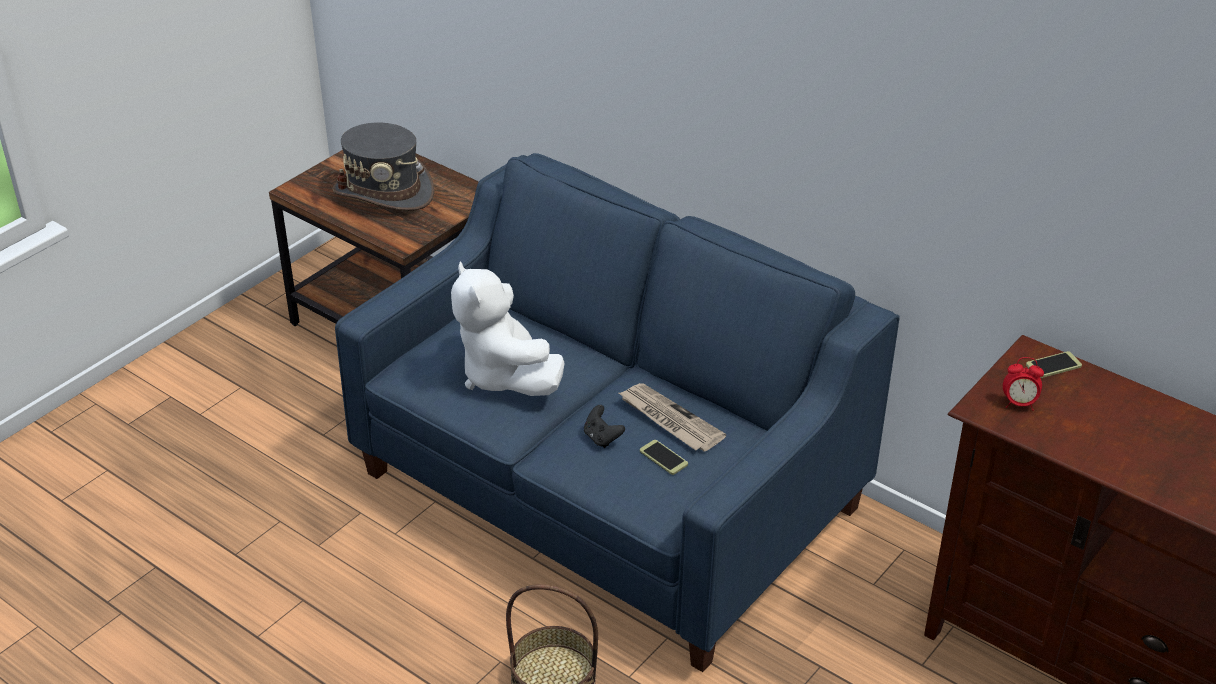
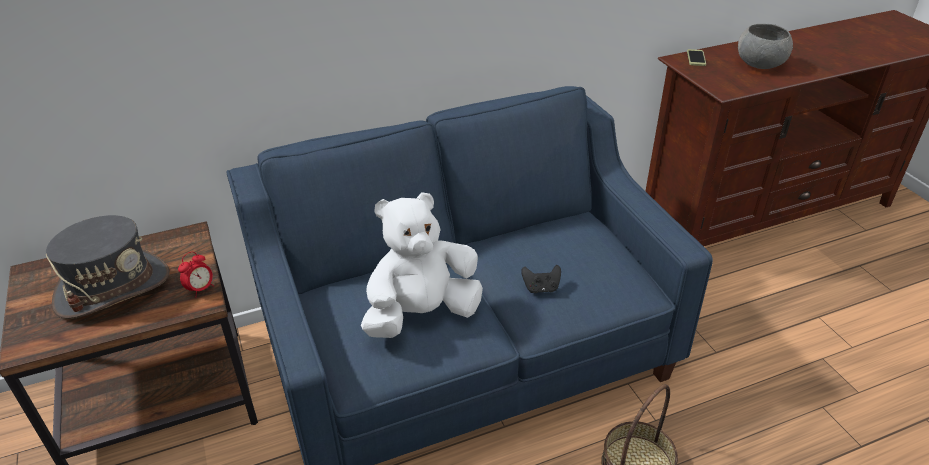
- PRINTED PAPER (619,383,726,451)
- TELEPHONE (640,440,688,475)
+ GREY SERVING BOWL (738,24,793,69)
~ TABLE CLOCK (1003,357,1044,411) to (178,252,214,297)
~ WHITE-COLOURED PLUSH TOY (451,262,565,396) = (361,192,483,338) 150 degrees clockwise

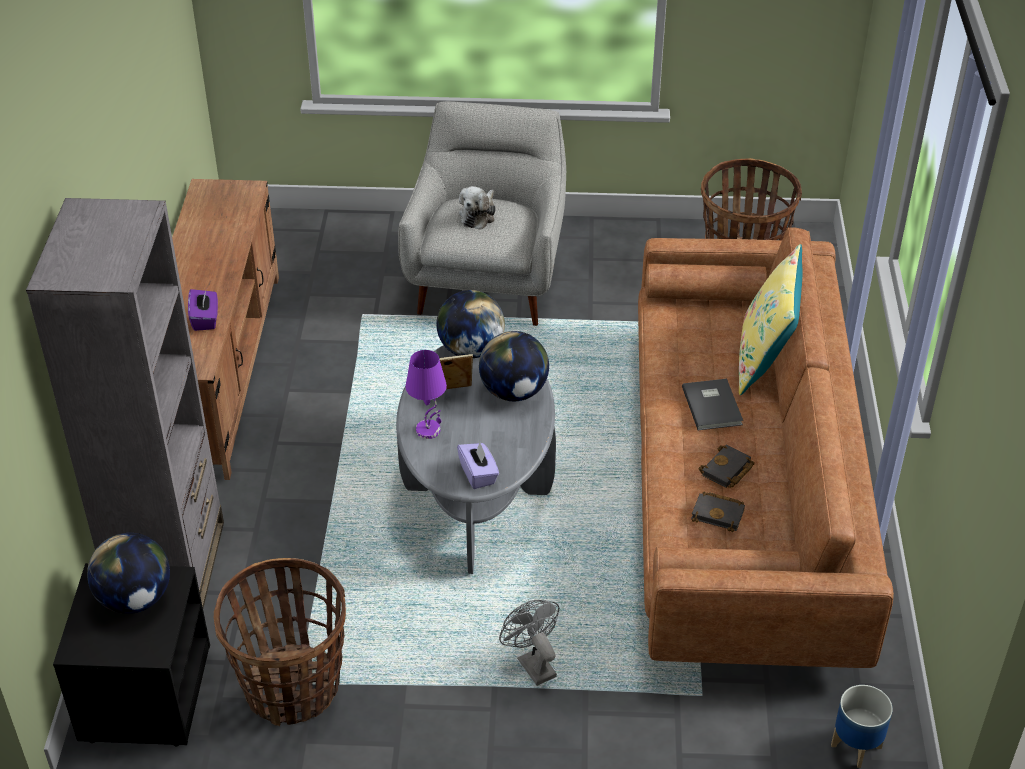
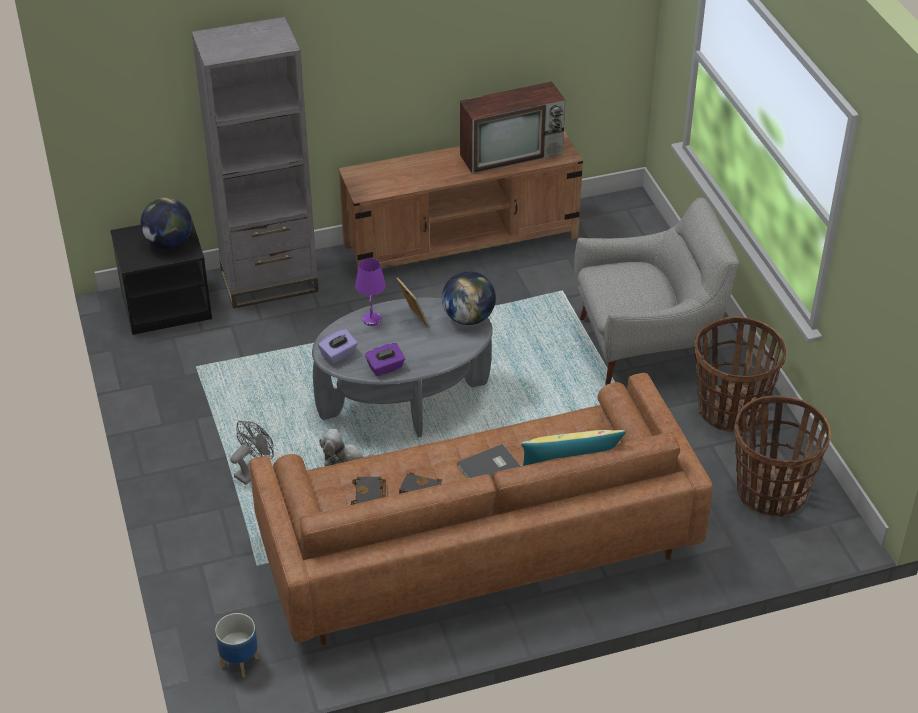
- GLOBE (479,331,549,401)
+ TV SET (460,82,565,174)
~ PURPLE-COLOURED TISSUE BOX (188,289,218,331) to (365,343,405,376)
~ BASKET (214,558,346,726) to (694,316,786,432)
~ PLUSH TOY (459,186,496,229) to (319,429,375,466)

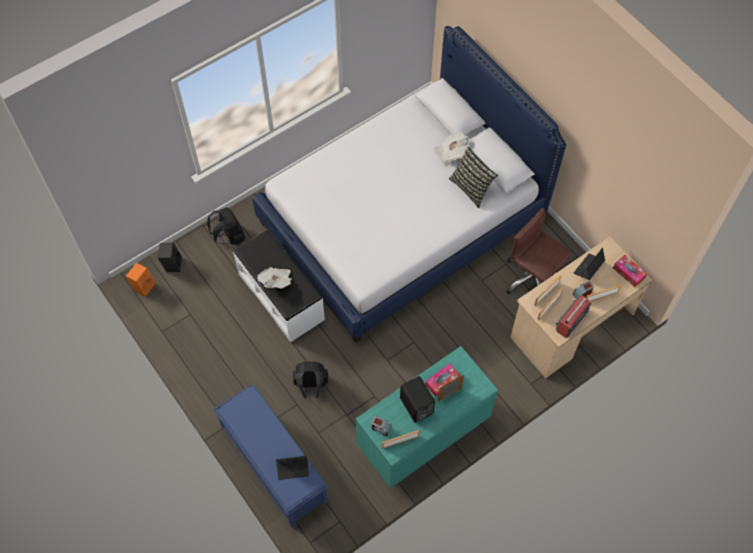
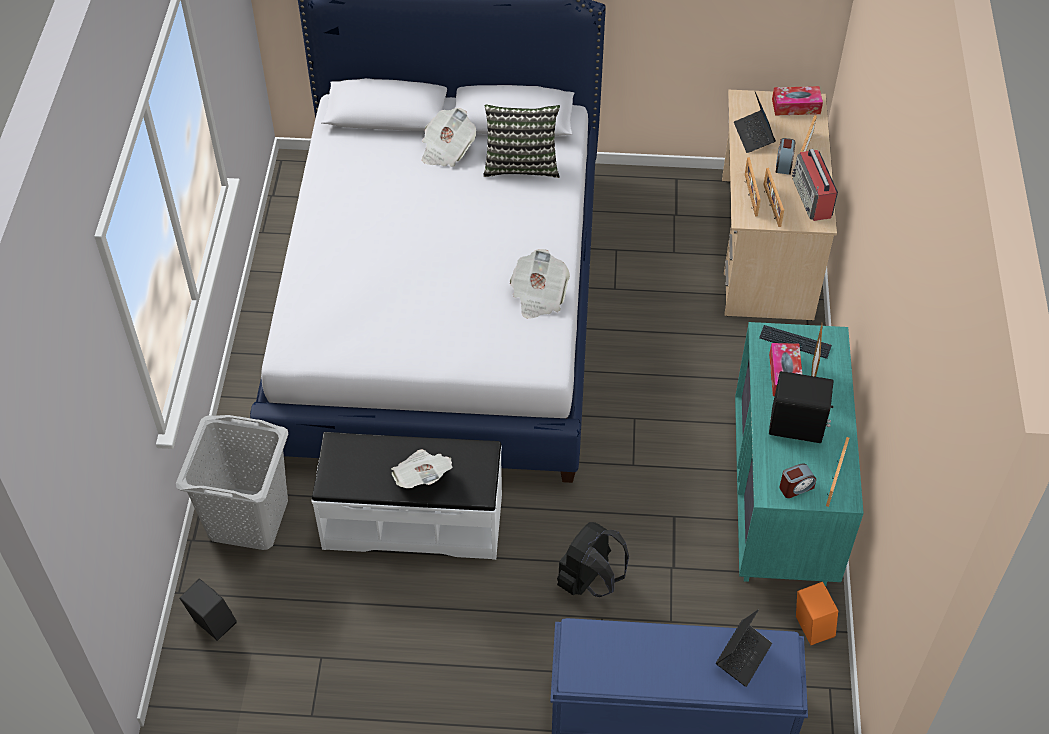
- BROWNISH DESK CHAIR (506,208,572,294)
+ PRINTED PAPER (510,249,570,319)
+ PC KEYBOARD (759,325,832,359)
~ ORANGE-COLOURED LOUDSPEAKER (126,263,155,297) to (796,582,838,645)
~ BLACK BACKPACK (207,207,245,245) to GREY HAMPER (176,415,288,550)

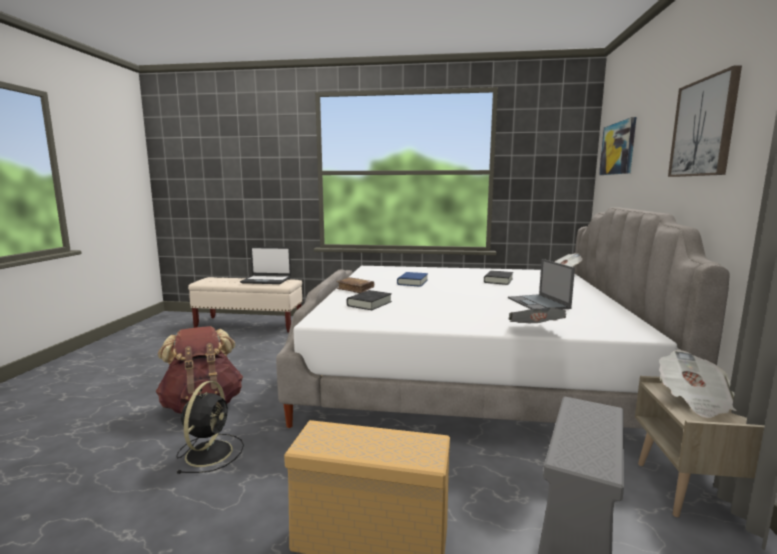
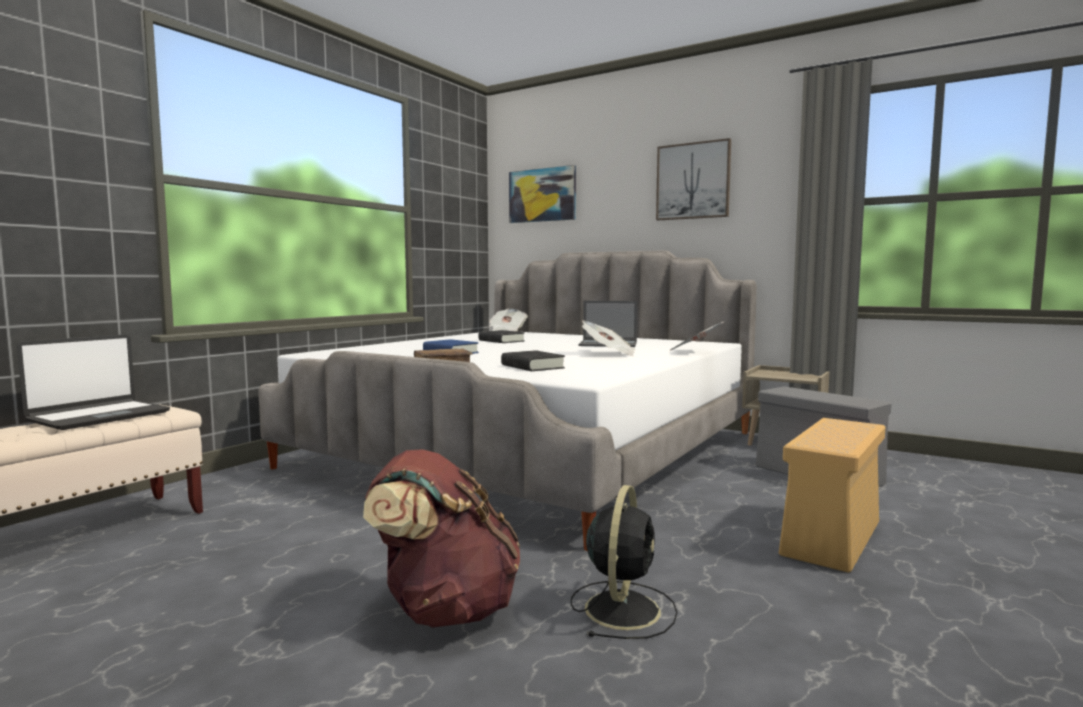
~ PRINTED PAPER (659,350,736,418) to (582,320,635,356)
~ BLACK FAN (176,381,244,474) = (571,485,677,639) 75 degrees clockwise

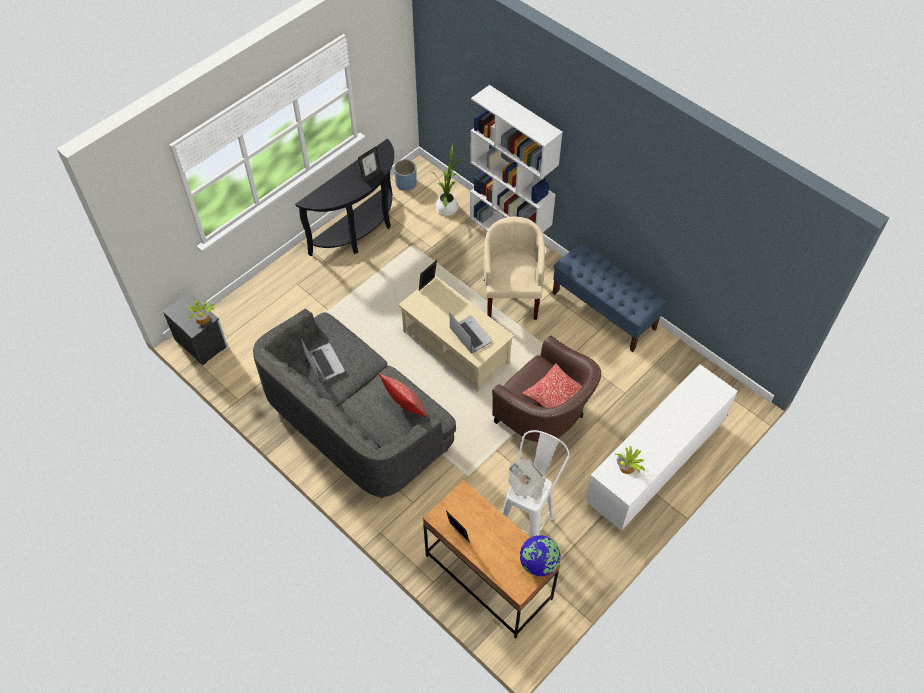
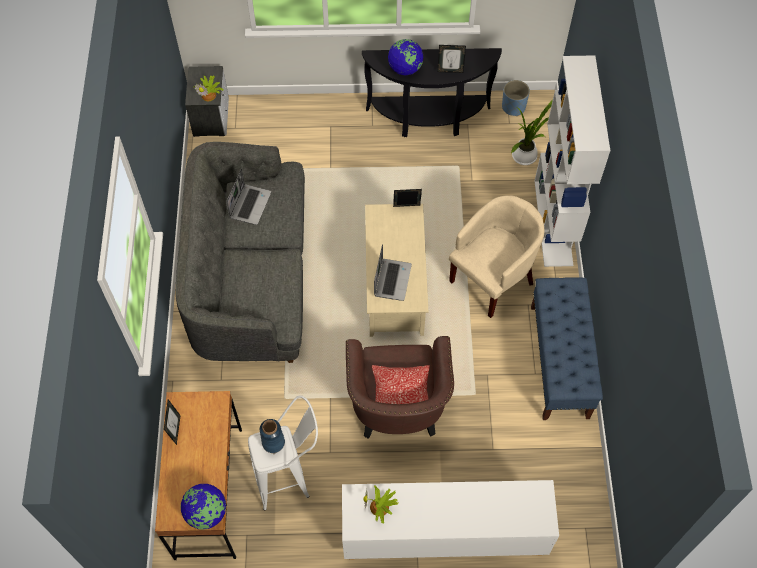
- CUSHION (378,373,428,418)
+ GLOBE (388,39,423,75)
~ PRINTED PAPER (508,459,546,501) to BLUE-COLOURED VASE (260,419,285,453)

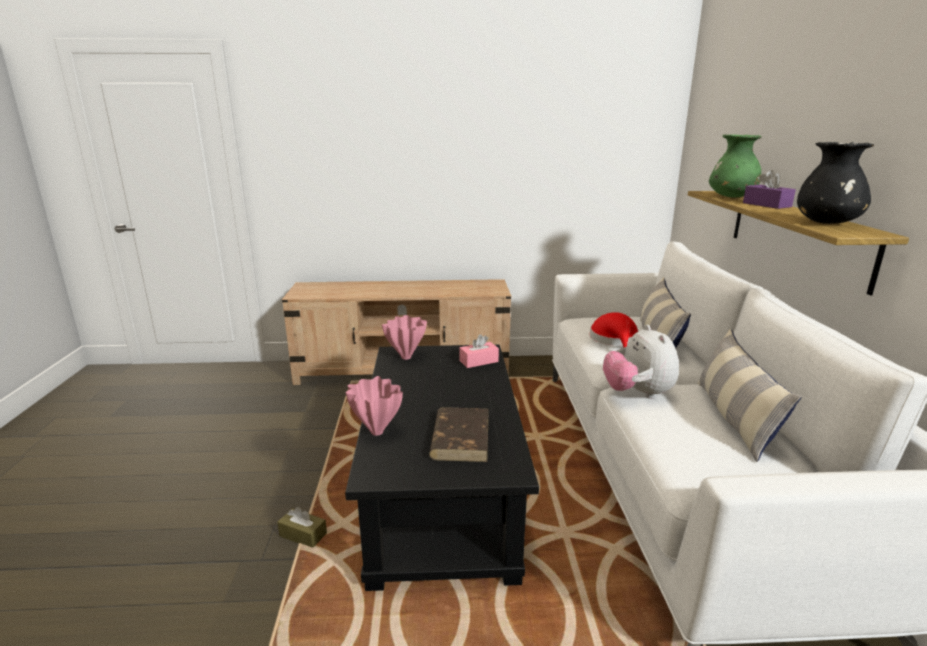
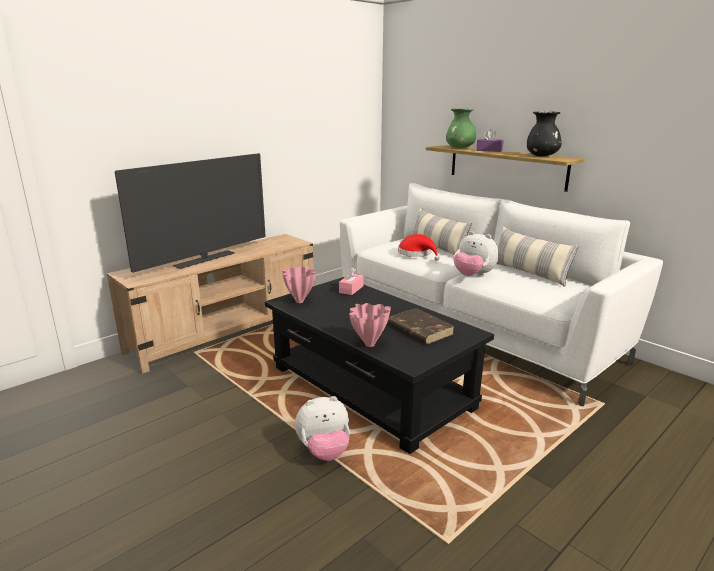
+ TV SET (115,153,266,273)
~ BROWNISH TISSUE BOX (277,507,327,548) to PLUSH TOY (295,396,350,461)

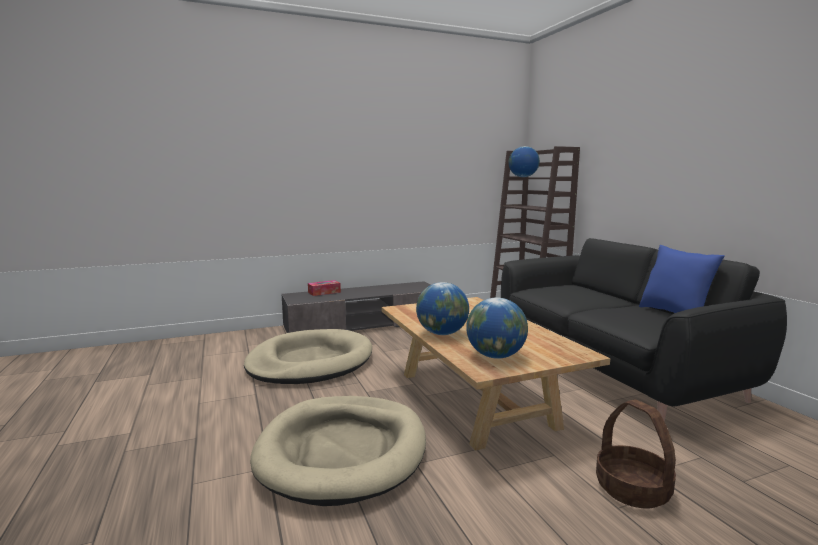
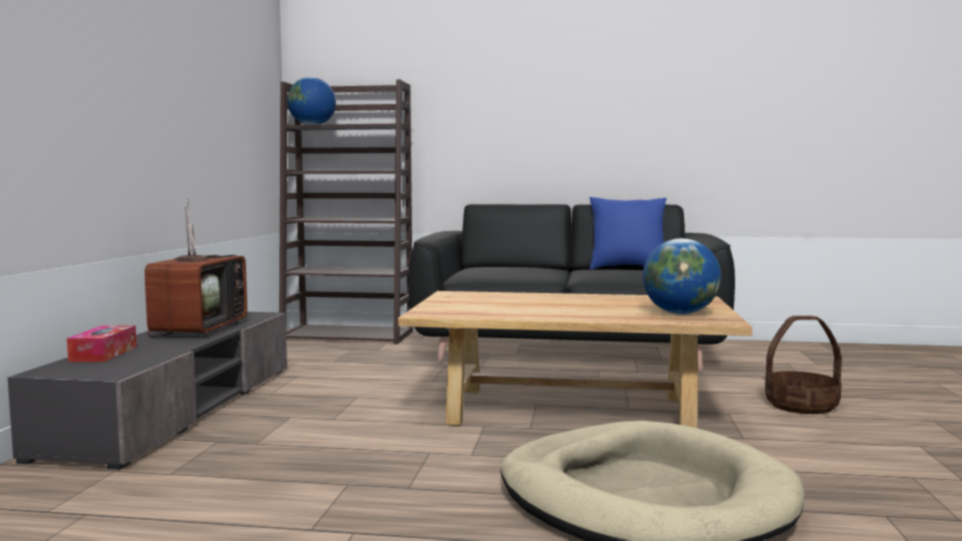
- BEIGE PET BED (244,329,372,384)
- GLOBE (416,282,469,335)
+ TV SET (144,197,247,337)

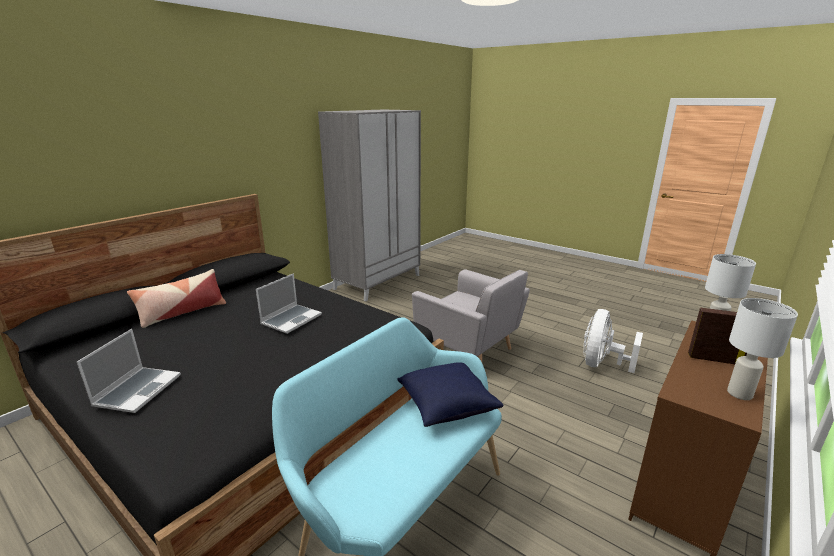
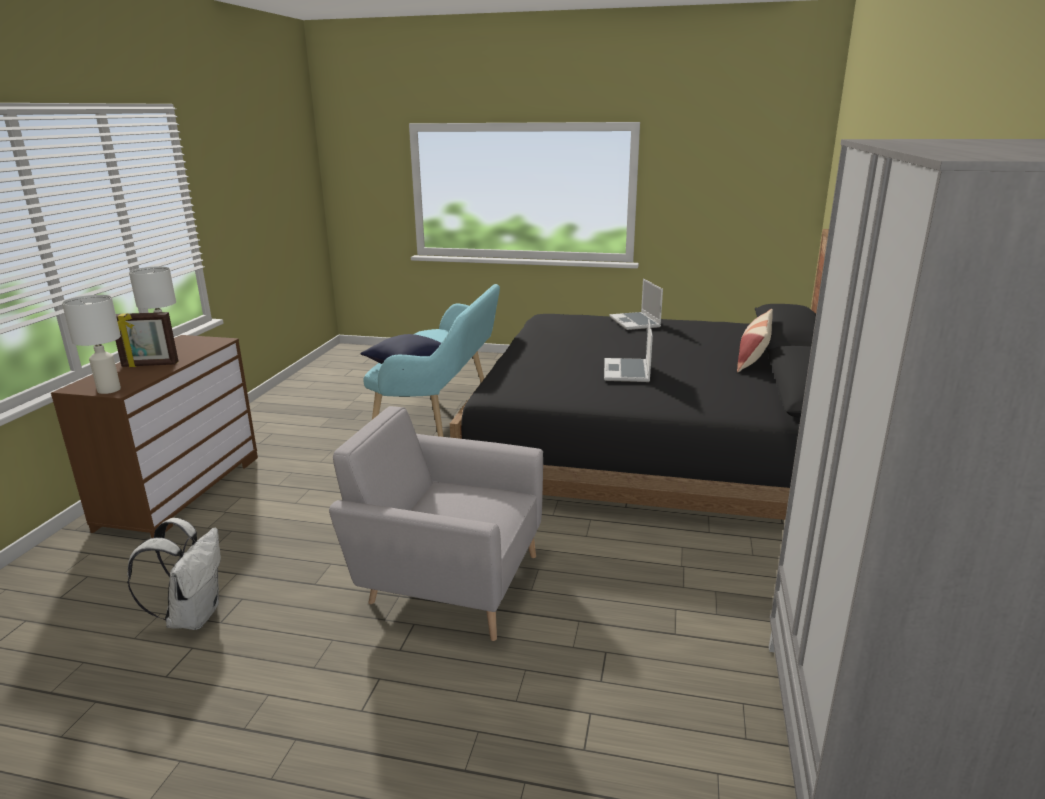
~ WHITE-COLOURED FAN (583,309,643,373) to WHITE-COLOURED BACKPACK (127,518,221,630)

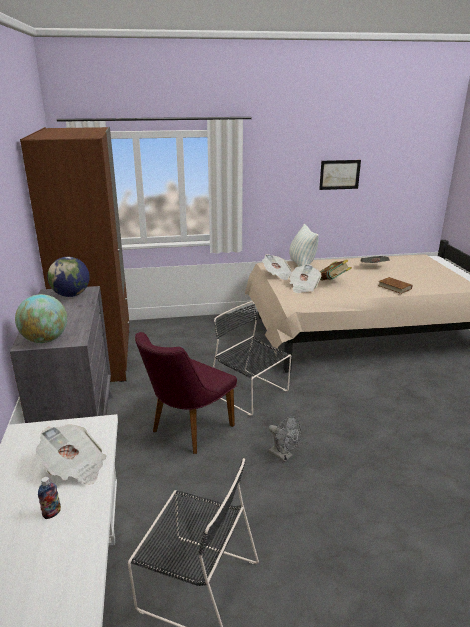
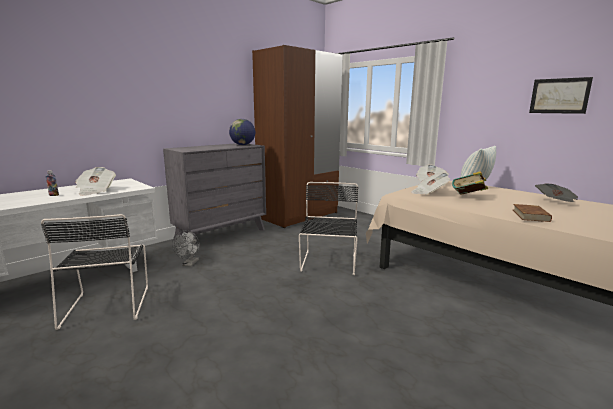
- GLOBE (15,294,67,343)
- PURPLE-COLOURED PLAIN CHAIR (135,332,237,454)
~ GREY FAN (268,416,302,462) to (172,230,200,267)

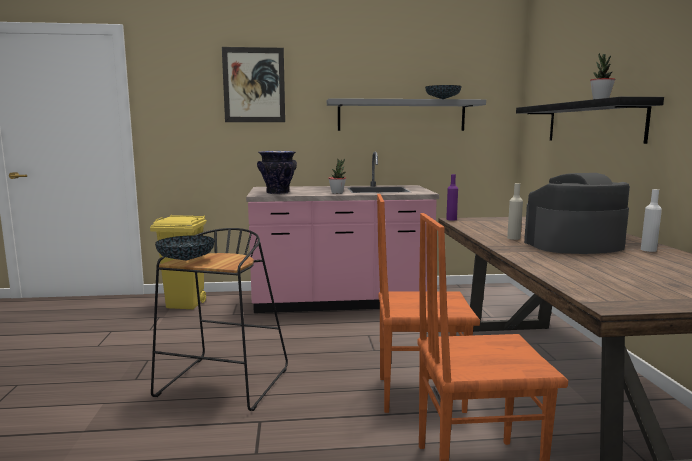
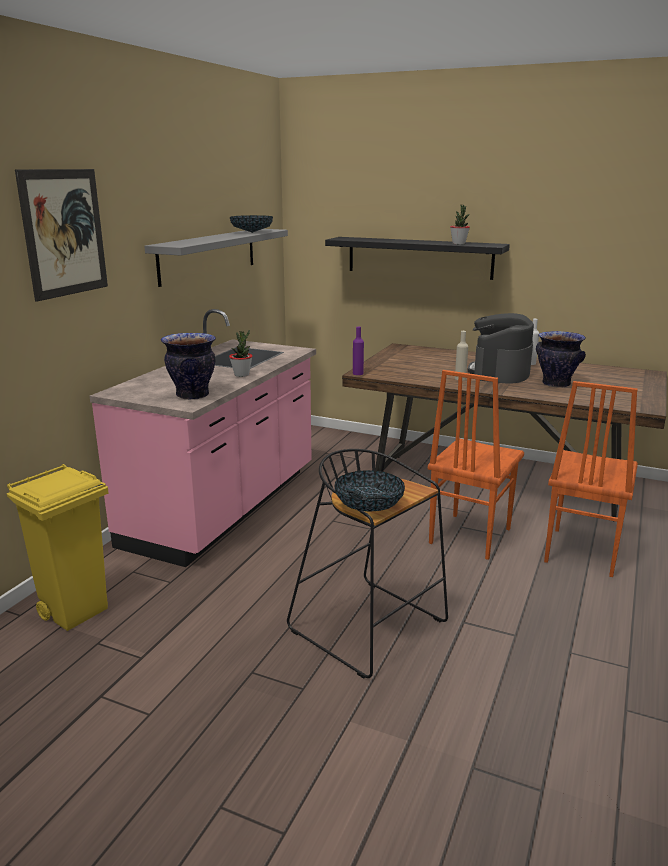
+ VASE (536,331,586,388)

